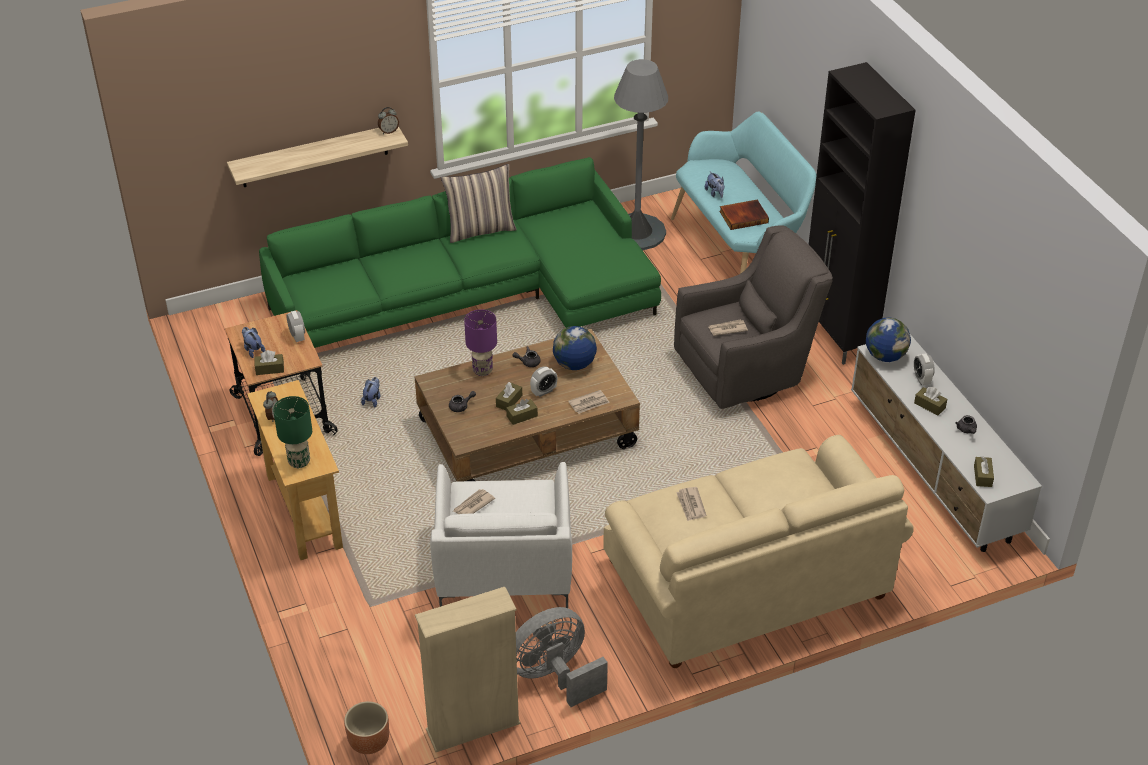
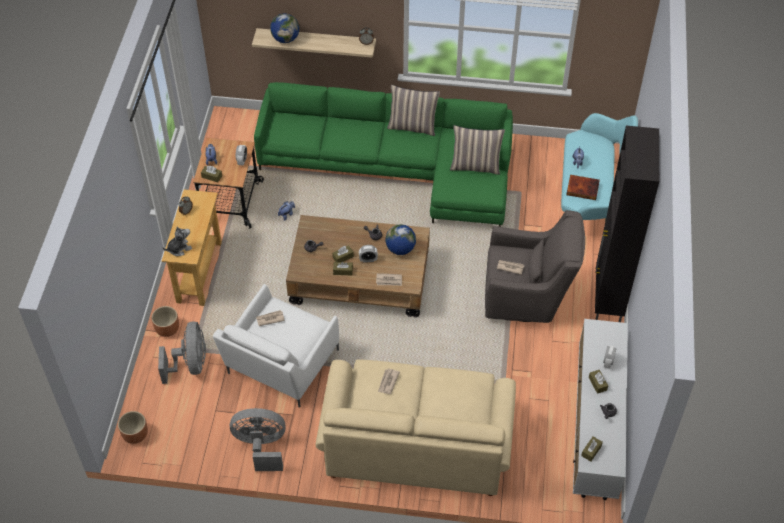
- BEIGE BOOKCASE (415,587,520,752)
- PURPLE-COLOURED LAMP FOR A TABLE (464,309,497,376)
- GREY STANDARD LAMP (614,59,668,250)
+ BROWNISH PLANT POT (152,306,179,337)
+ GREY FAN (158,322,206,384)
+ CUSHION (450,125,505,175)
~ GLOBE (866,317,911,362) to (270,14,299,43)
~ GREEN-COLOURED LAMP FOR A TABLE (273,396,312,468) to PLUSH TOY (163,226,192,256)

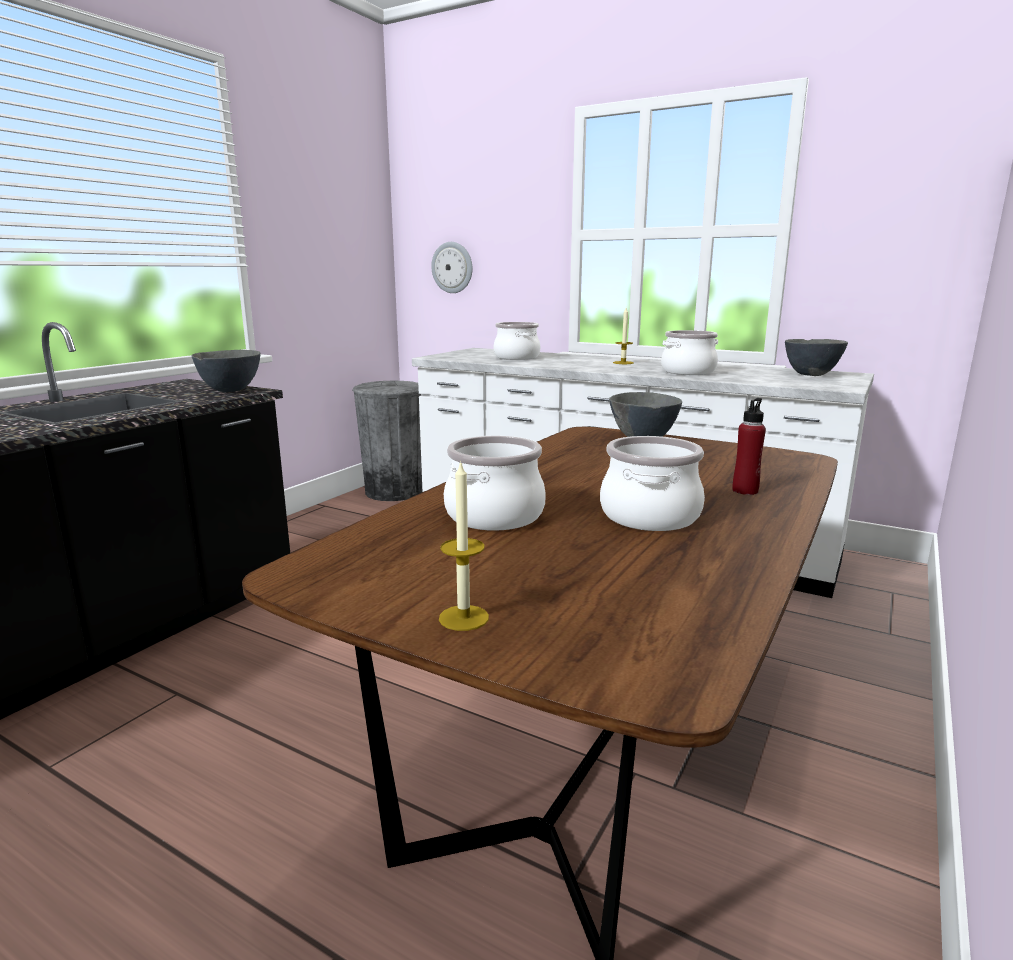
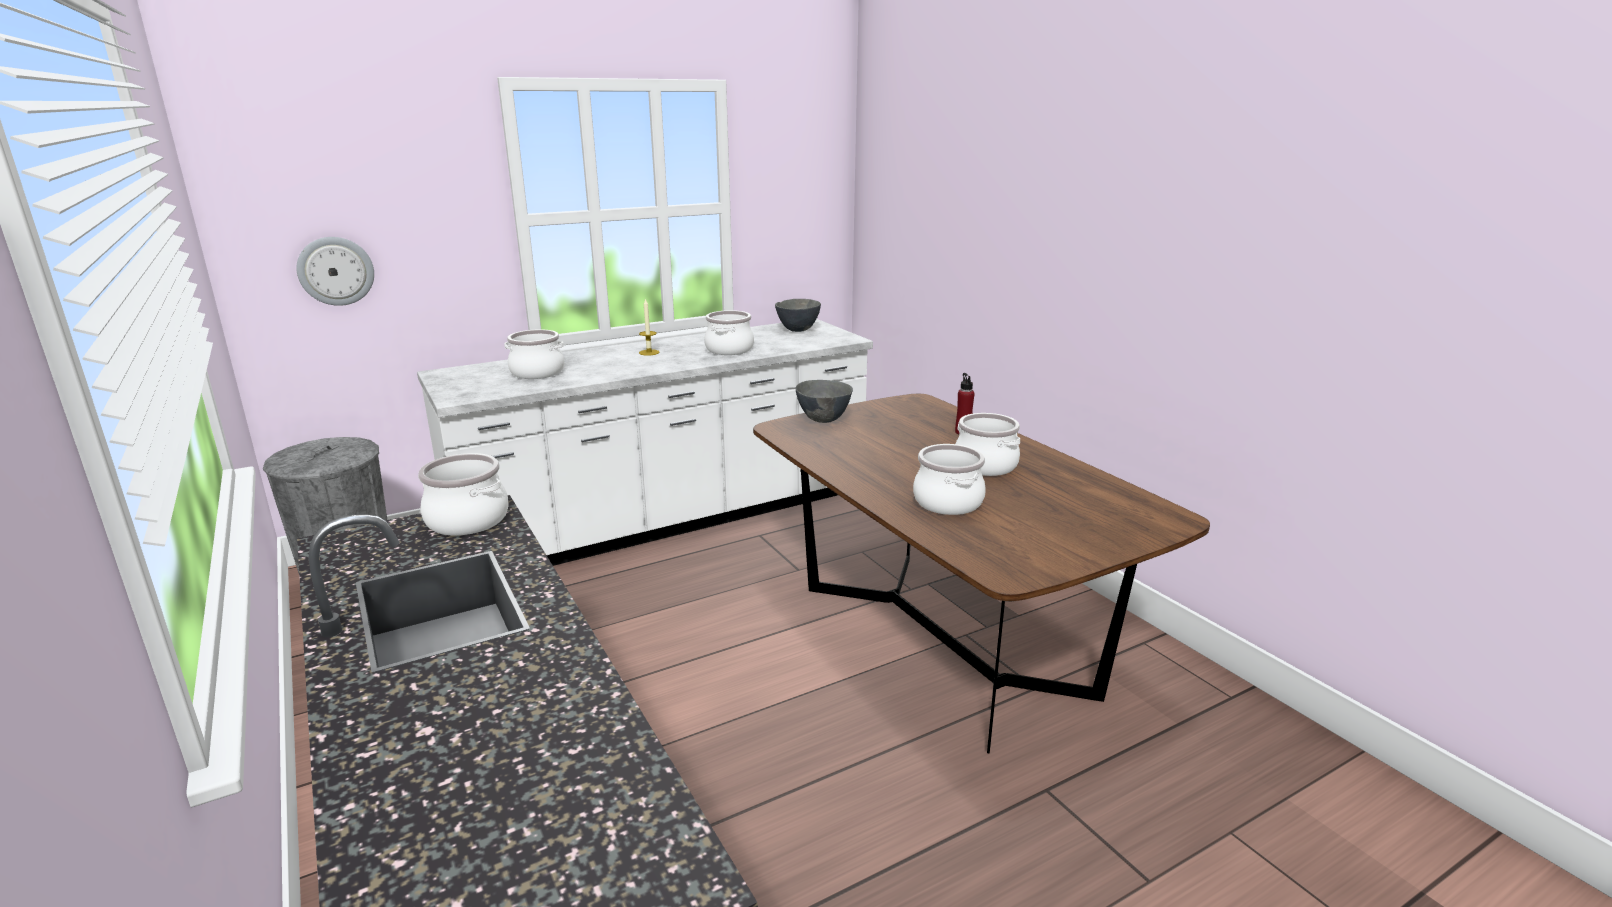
- WAX CANDLE (439,460,489,631)
~ GREY SERVING BOWL (192,350,261,392) to COOKING POT (418,453,509,536)

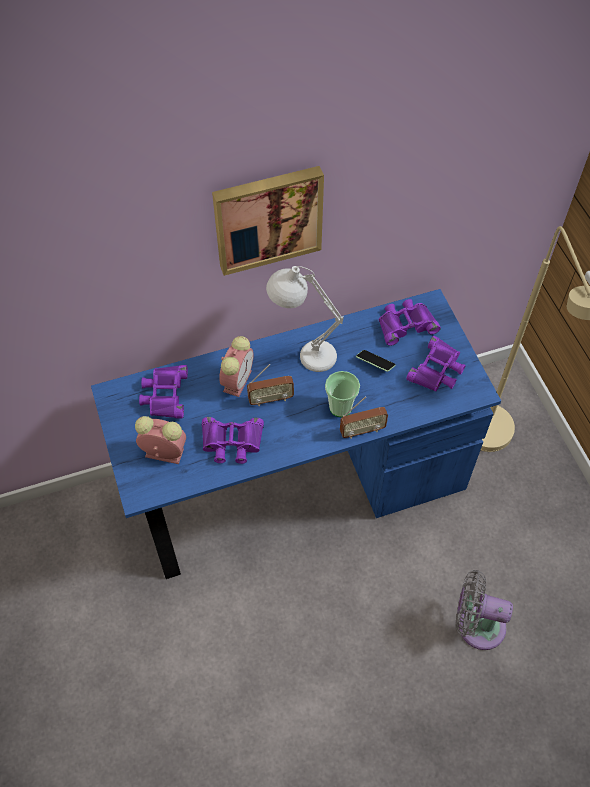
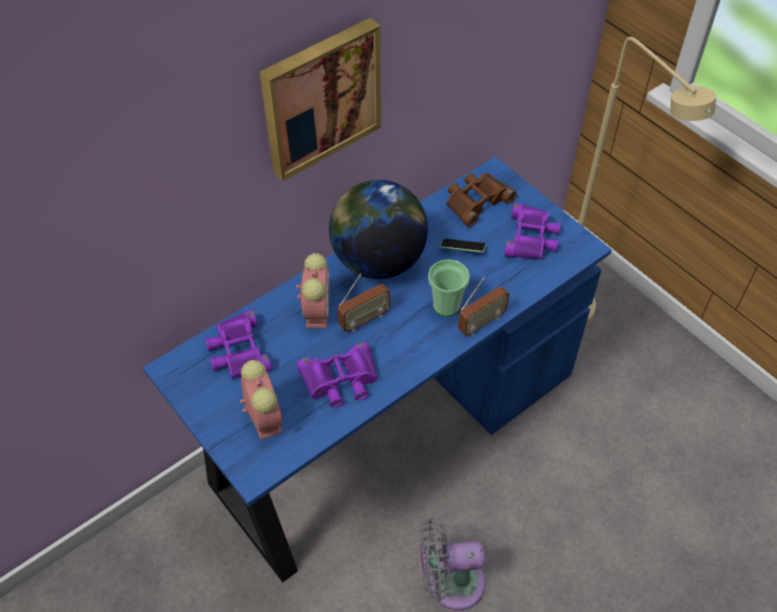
~ GREY FAN (456,570,513,650) to (420,518,486,611)
~ WHITE-COLOURED LAMP FOR A TABLE (266,266,344,372) to GLOBE (329,180,428,279)
~ PURPLE-COLOURED BINOCULARS (378,299,441,346) to BROWNISH BINOCULARS (446,173,517,227)
~ TABLE CLOCK (135,416,186,464) = (240,360,283,440) 75 degrees clockwise

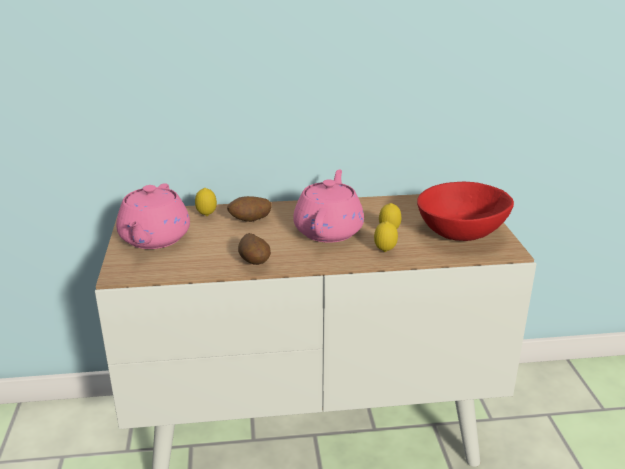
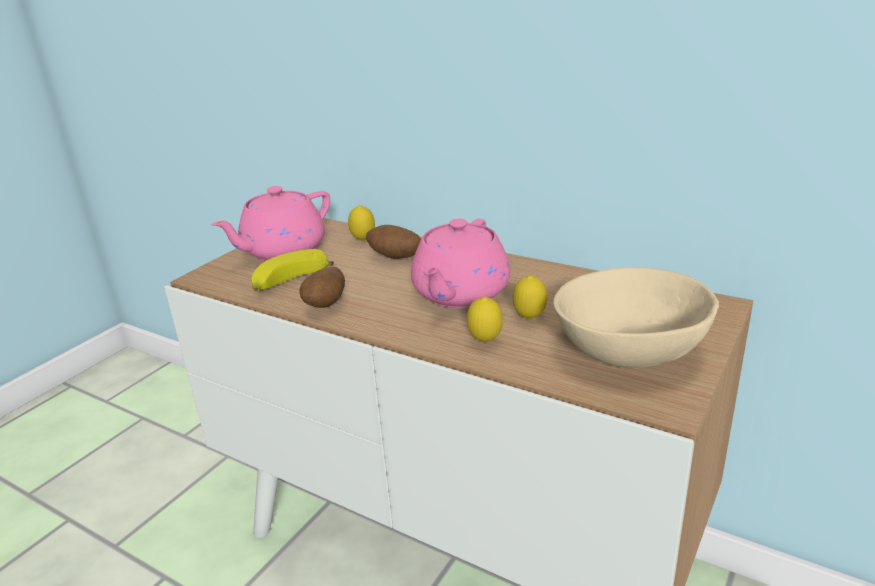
+ BANANA FRUIT (252,249,334,291)
~ RED-COLOURED SERVING BOWL (417,182,514,241) to BEIGE SERVING BOWL (553,267,719,368)
~ PINKISH POT FOR TEA (293,169,364,243) = (411,219,510,308) 150 degrees clockwise

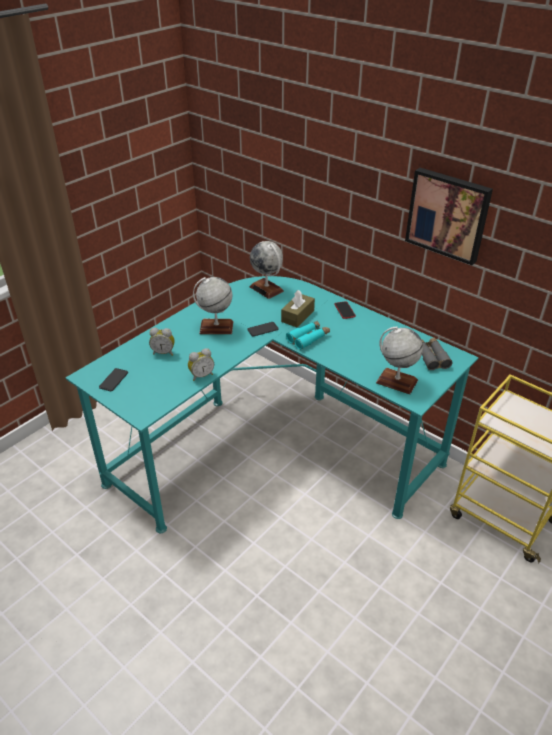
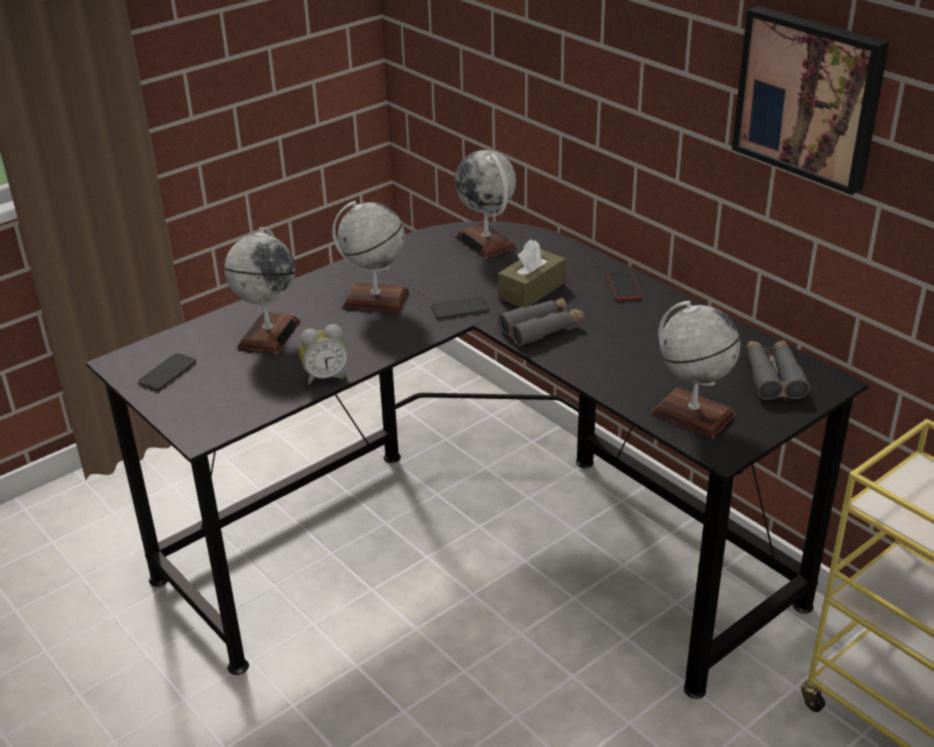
~ TABLE CLOCK (149,328,175,356) to GLOBE (224,227,301,354)
~ TURQUOISE-COLOURED DESK TABLE (66,276,479,533) to BLACK DESK TABLE (86,221,869,699)
~ TURQUOISE-COLOURED BINOCULARS (286,321,330,350) to GREY BINOCULARS (498,298,584,346)

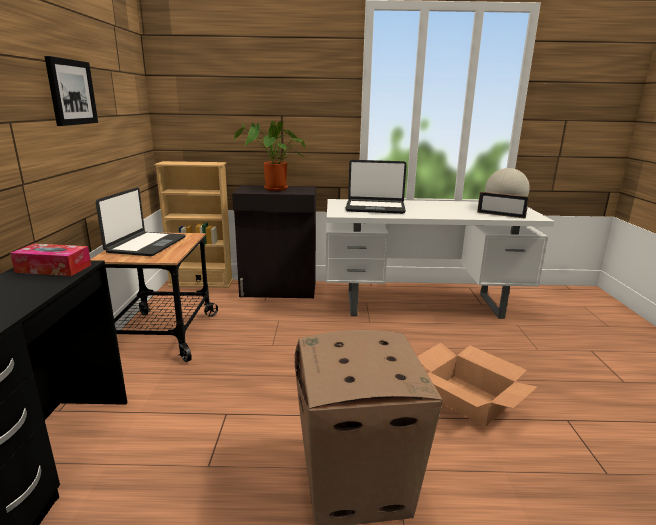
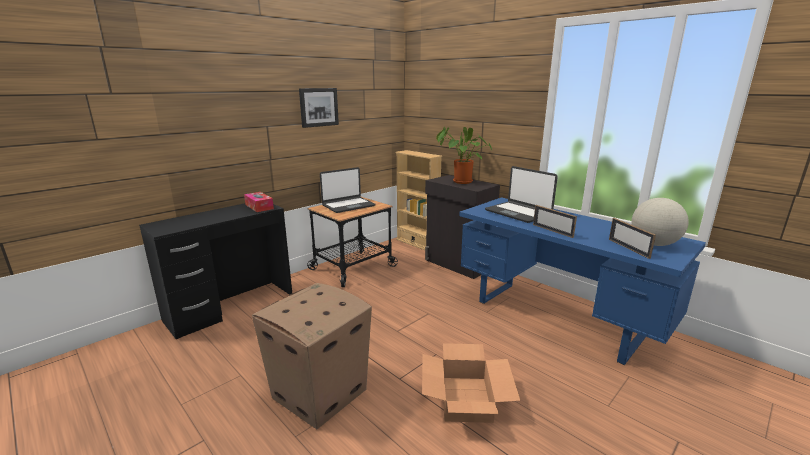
+ PHOTO FRAME (533,205,577,238)
~ WHITE-COLOURED DESK TABLE (325,199,555,319) to BLUE-COLOURED DESK TABLE (459,197,706,365)

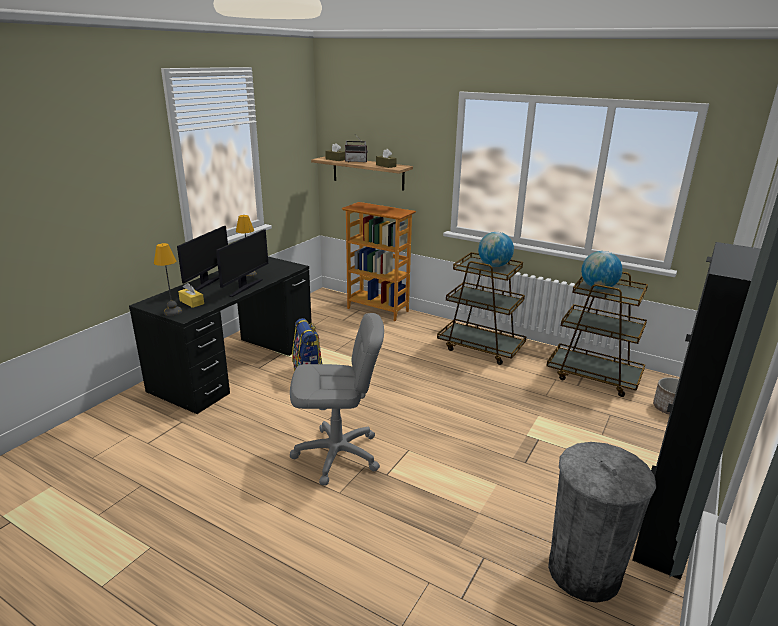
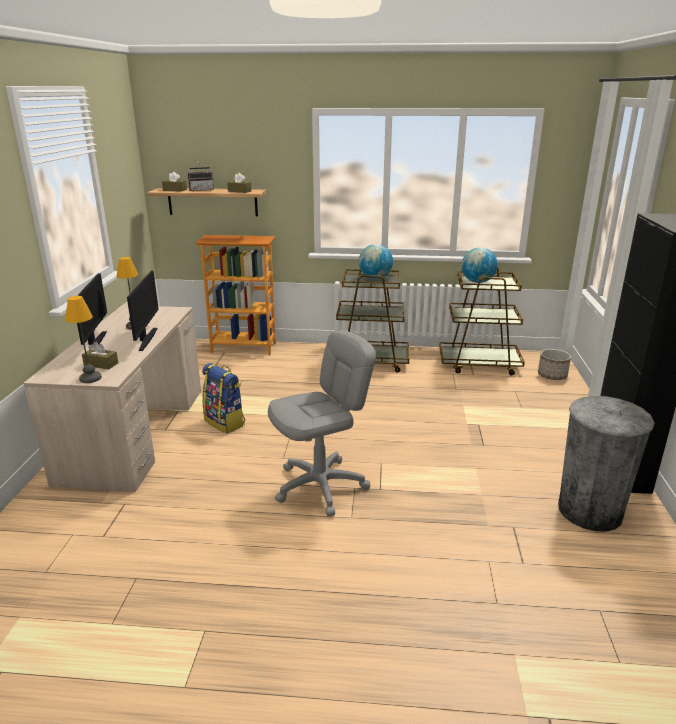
~ BLACK DESK TABLE (129,257,312,414) to BEIGE DESK TABLE (23,305,201,492)
~ YELLOW TISSUE BOX (178,283,204,308) to BROWNISH TISSUE BOX (82,342,118,369)

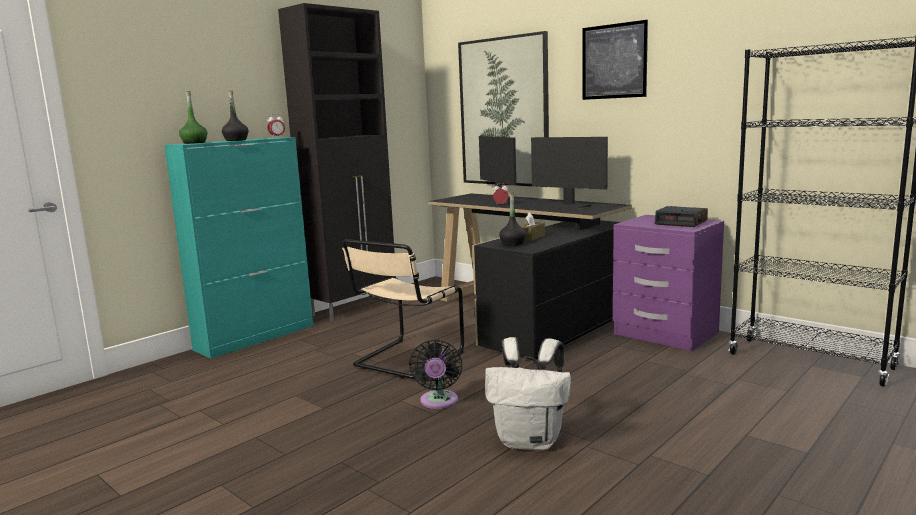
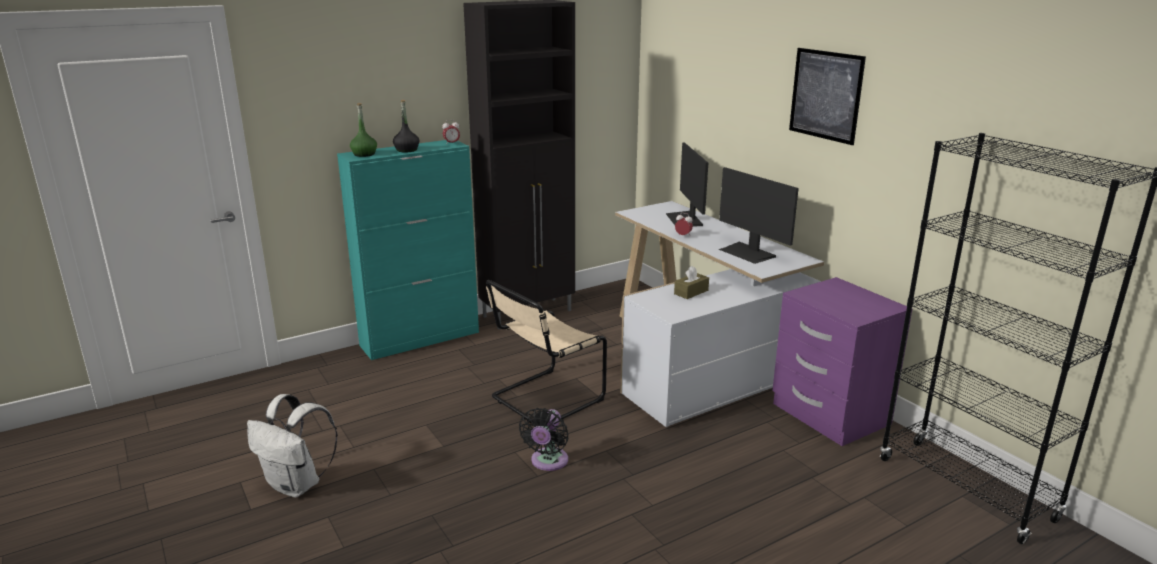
- WALL ART (458,31,549,187)
- BLACK BEVERAGE BOTTLE (499,193,526,246)
- TABLE CLOCK (655,206,708,227)
~ WHITE-COLOURED BACKPACK (485,337,571,451) to (247,394,338,497)
~ BLACK DESK TABLE (428,193,632,361) to WHITE-COLOURED DESK TABLE (615,201,824,427)

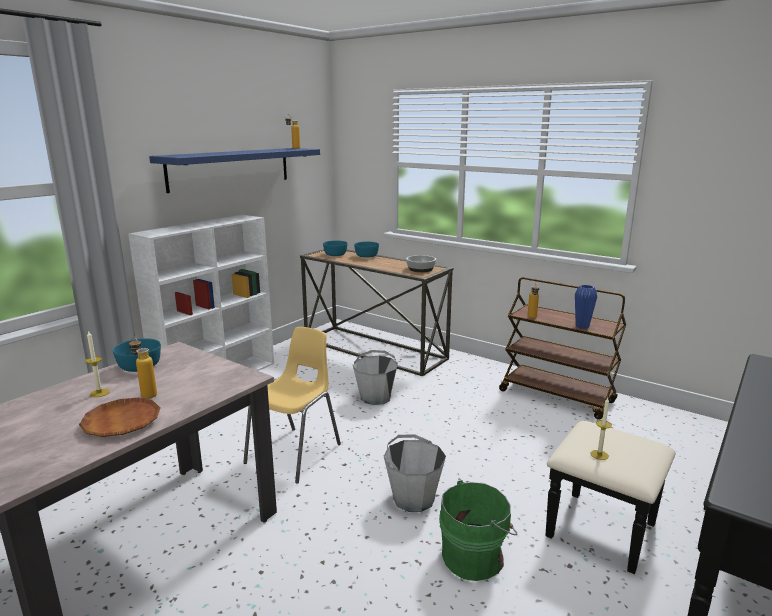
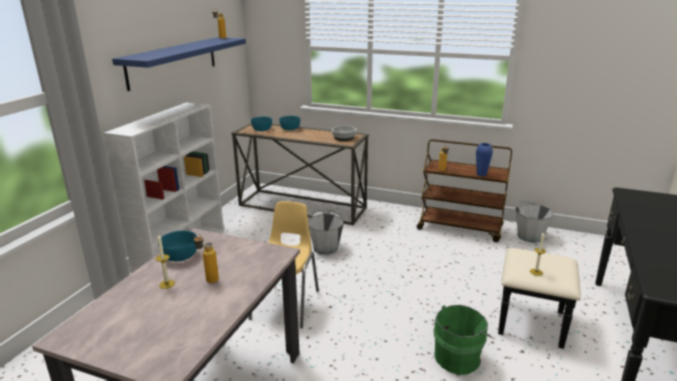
- BROWNISH DINNER PLATE (79,398,160,437)
~ GREY WATER BUCKET (384,434,446,512) to (516,201,554,243)

